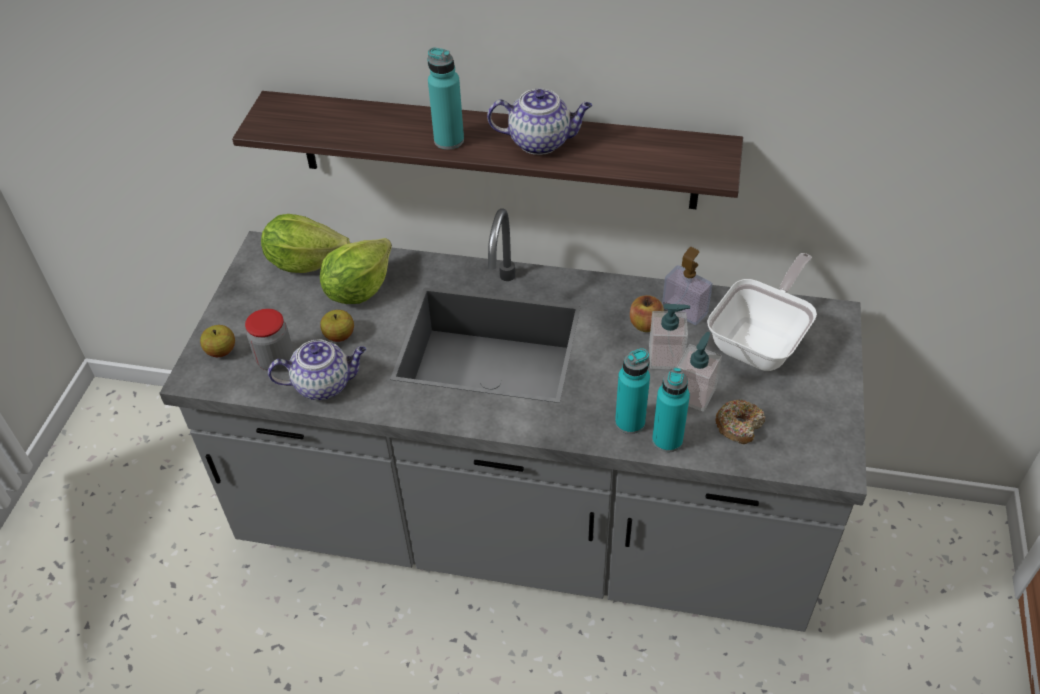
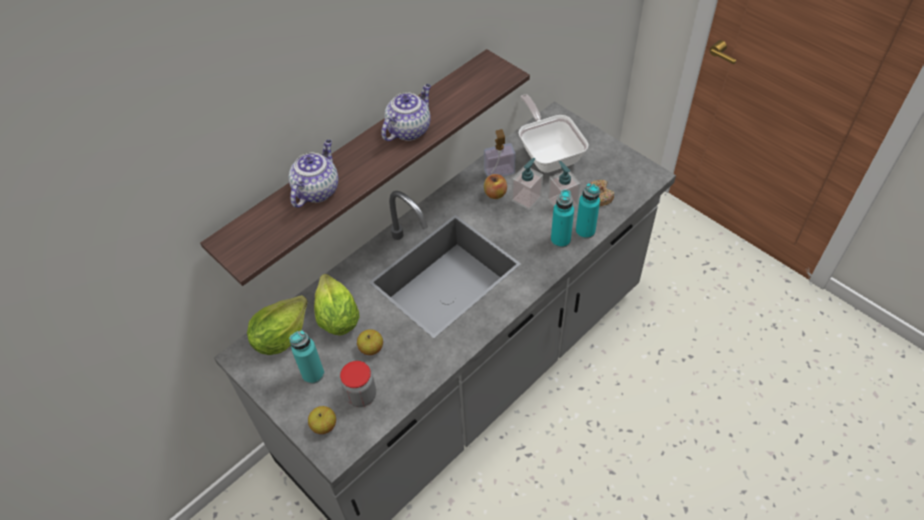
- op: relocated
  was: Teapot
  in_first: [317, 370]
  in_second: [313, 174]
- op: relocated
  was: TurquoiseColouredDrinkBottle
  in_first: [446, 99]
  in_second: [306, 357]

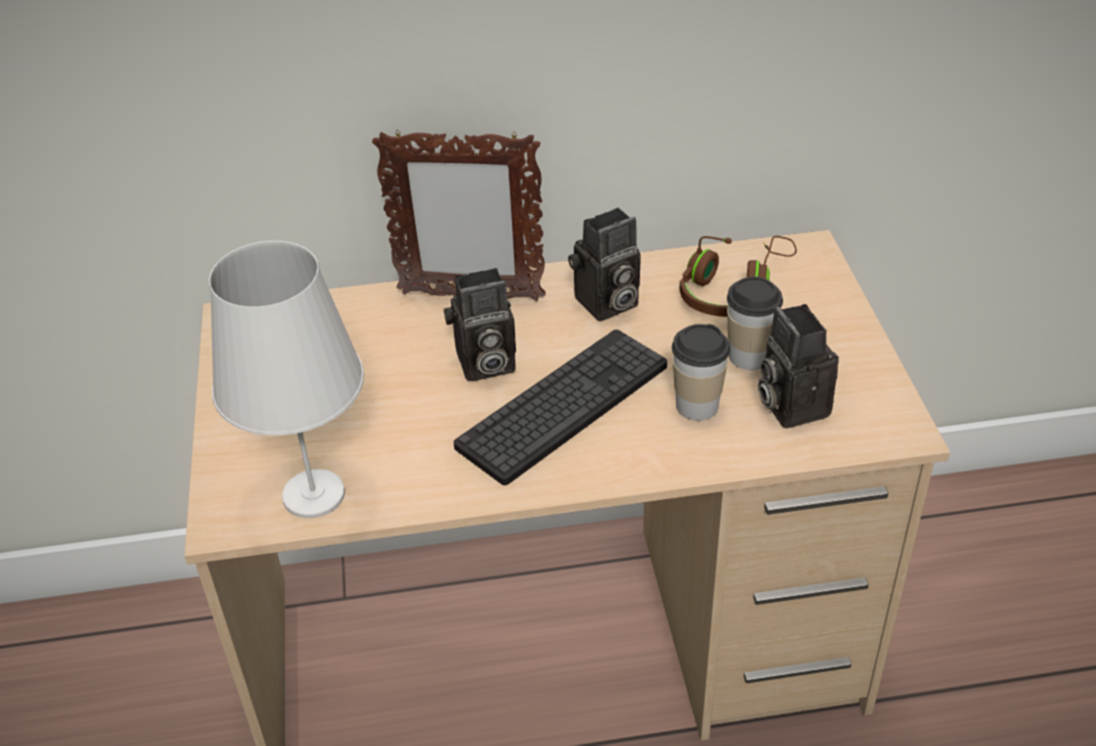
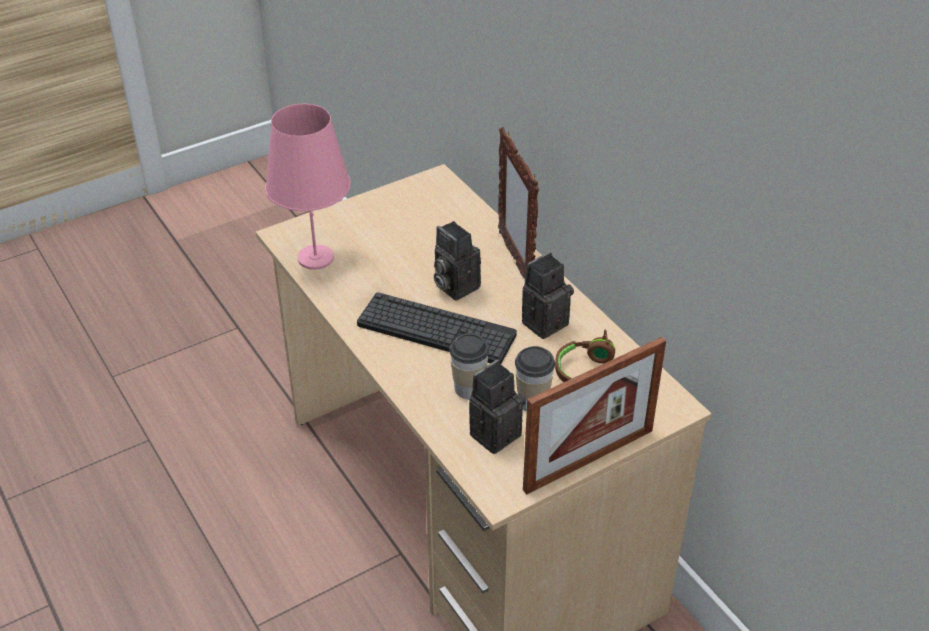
- op: colour
  was: WhitishTabletopLamp
  now: PinkColouredTabletopLamp
  in_first: [286, 379]
  in_second: [308, 187]
- op: spun
  was: PhotoCamera
  in_first: [604, 264]
  in_second: [548, 295]
  clockwise: 105
- op: appeared
  now: PictureFrame
  in_second: [594, 416]

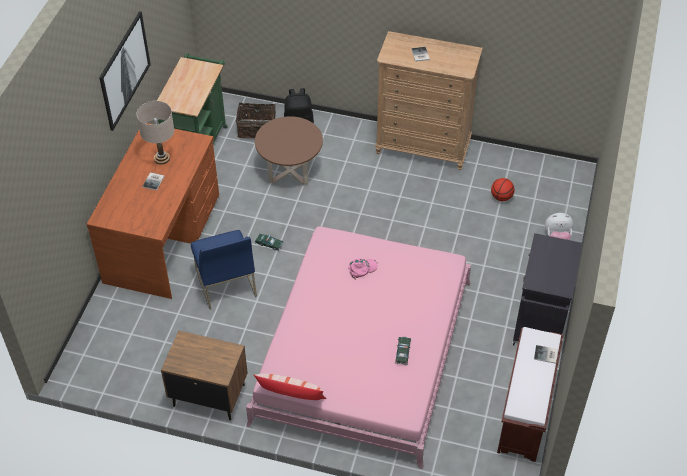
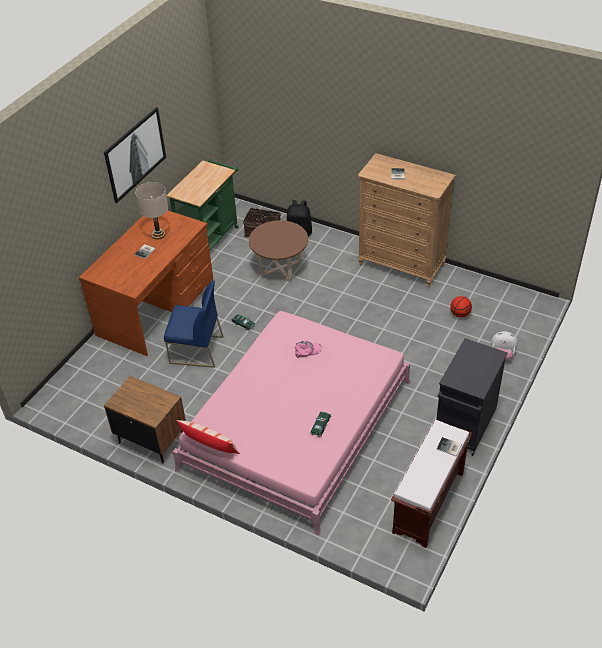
- op: spun
  was: BluishPlainChair
  in_first: [224, 270]
  in_second: [194, 324]
  clockwise: -75

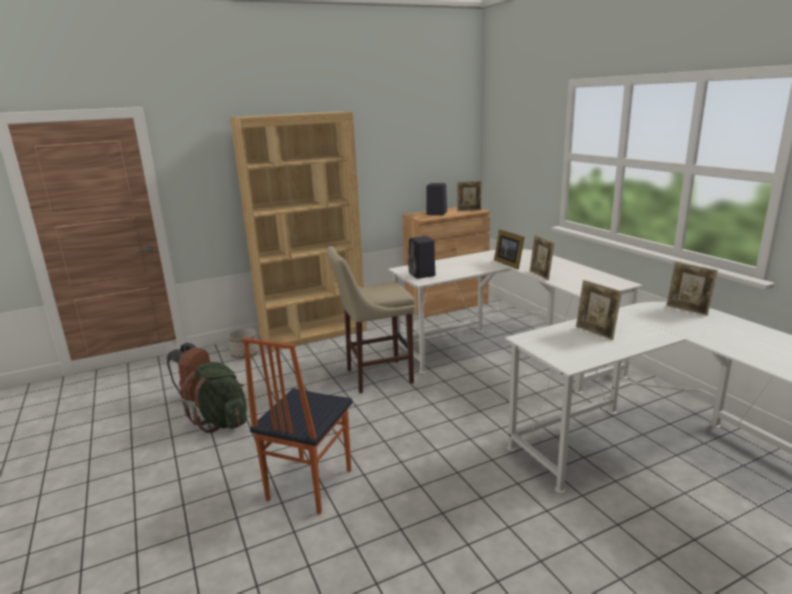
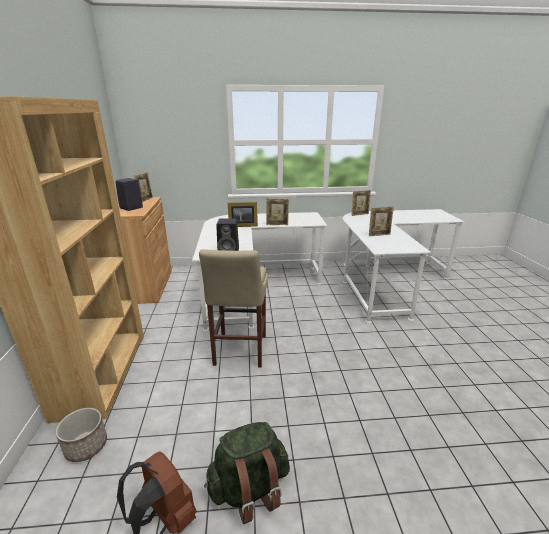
- op: missing
  was: PlainChair
  in_first: [297, 426]

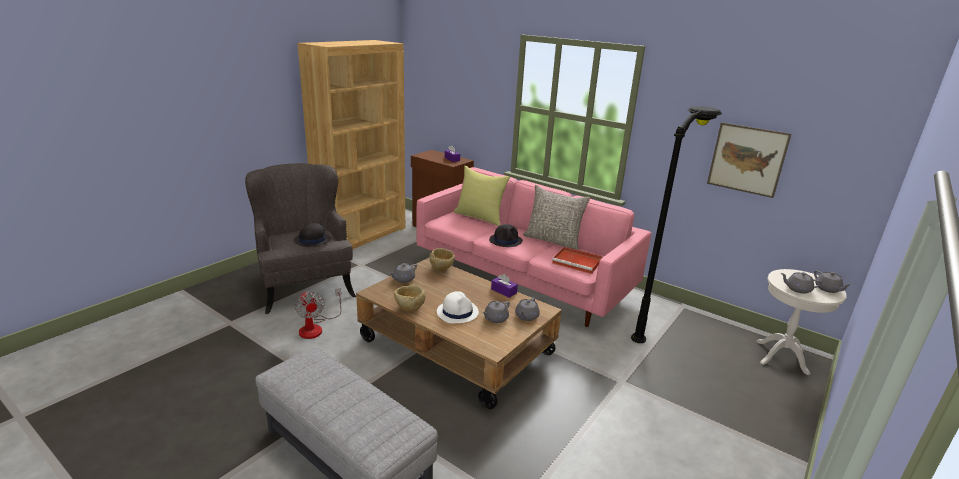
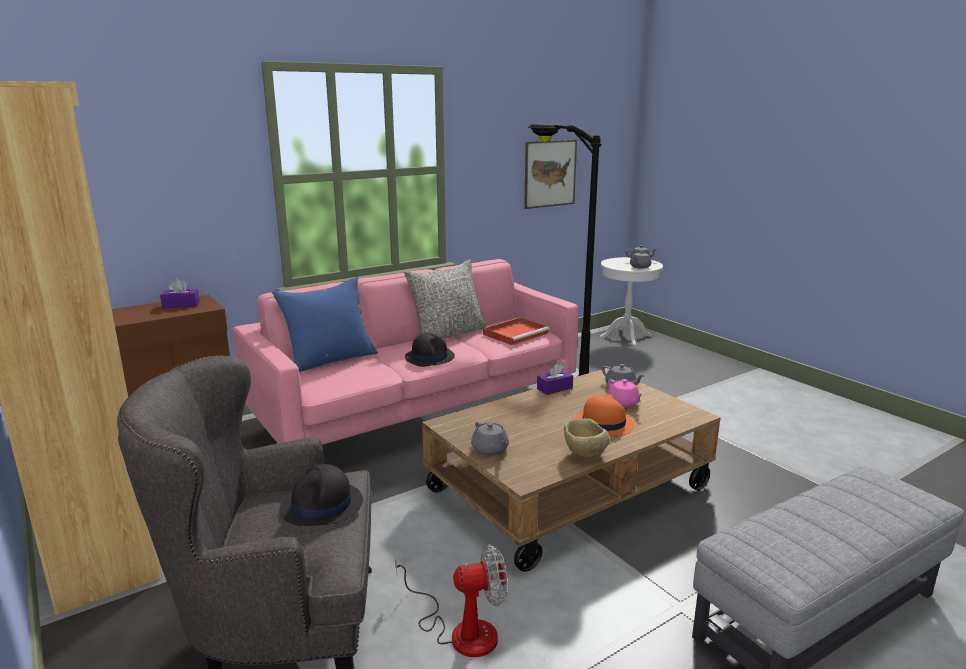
- op: missing
  was: BeigeBowl
  in_first: [442, 259]
- op: colour
  was: WhitishWearableHat
  now: OrangeyWearableHat
  in_first: [458, 307]
  in_second: [604, 415]
- op: colour
  was: YellowColouredPillow
  now: BluishPillow
  in_first: [482, 196]
  in_second: [325, 324]
- op: colour
  was: GrayTeapot
  now: PinkColouredTeapot
  in_first: [496, 312]
  in_second: [625, 393]

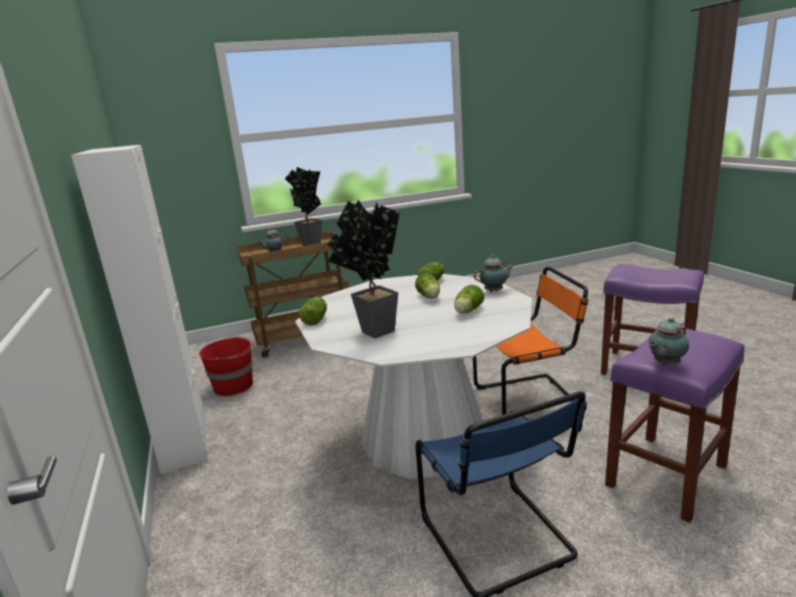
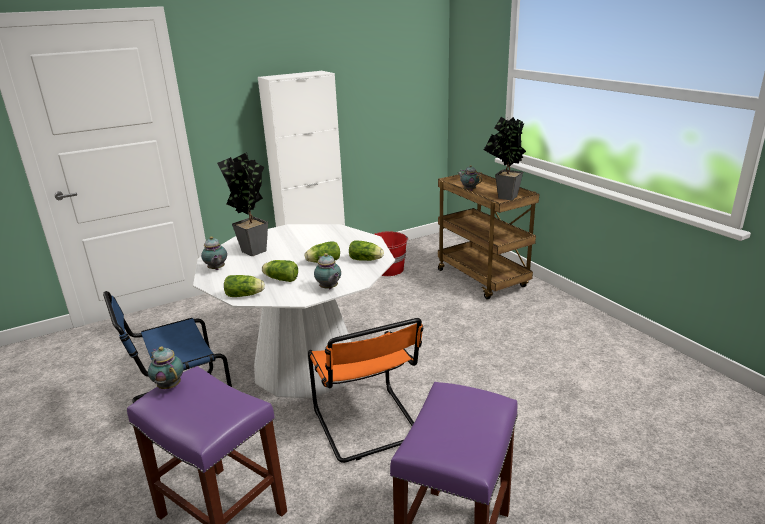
- op: relocated
  was: HeadOfLettuce
  in_first: [313, 311]
  in_second: [244, 286]
- op: appeared
  now: Teapot
  in_second: [214, 253]

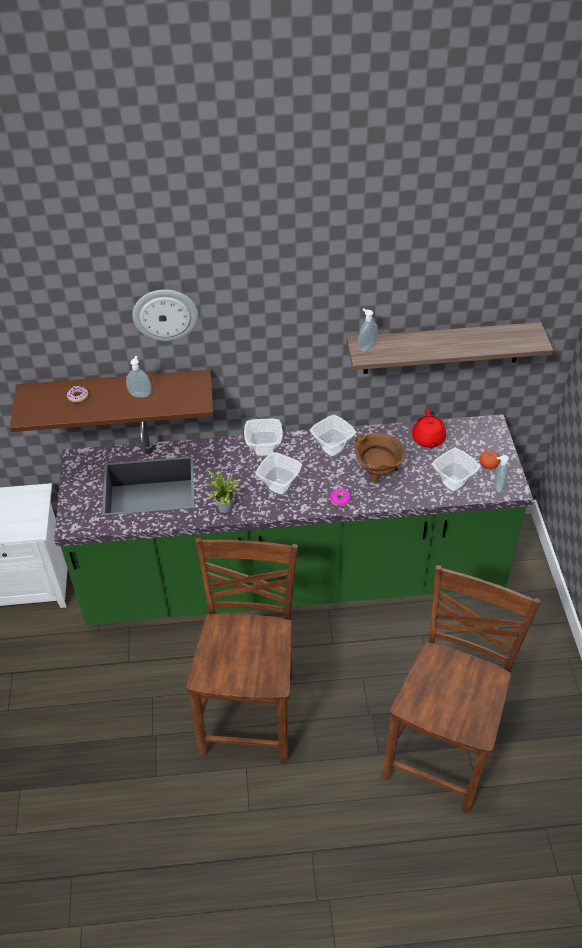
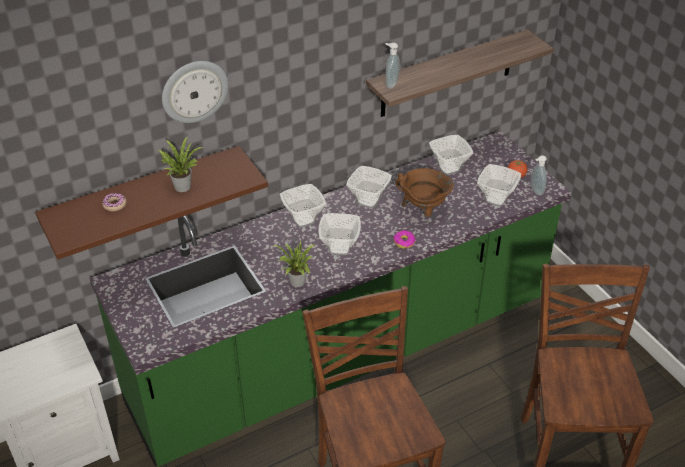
- op: exchanged
  was: LiquidSoapBottle
  now: Houseplant
  in_first: [139, 377]
  in_second: [180, 164]
- op: exchanged
  was: ReddishTeapot
  now: Bowl
  in_first: [429, 429]
  in_second: [451, 155]

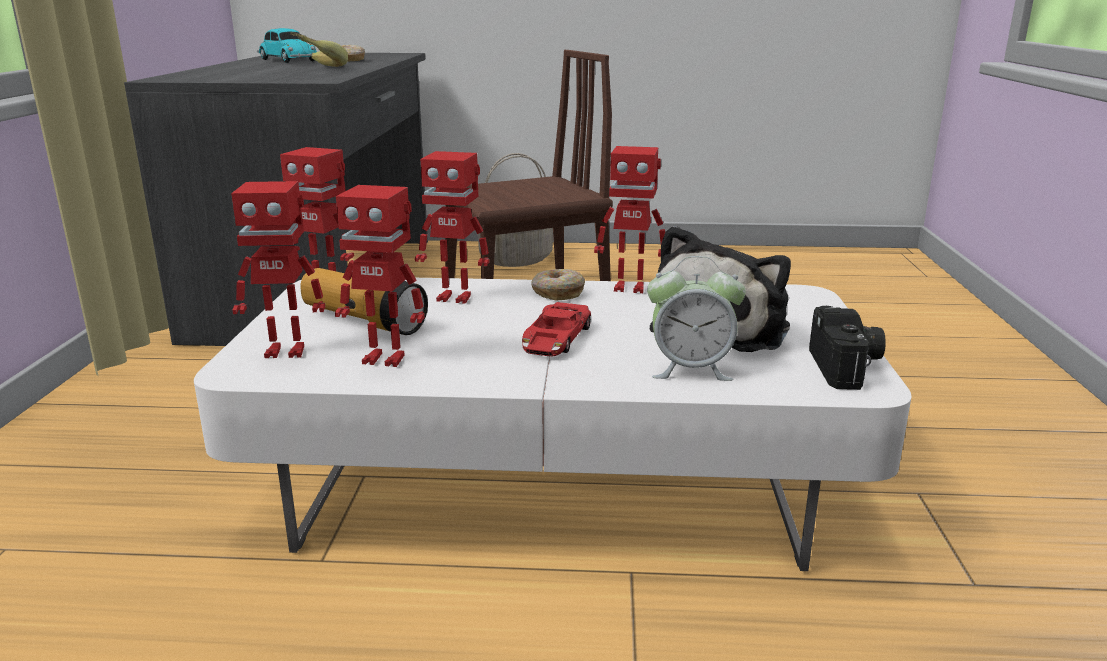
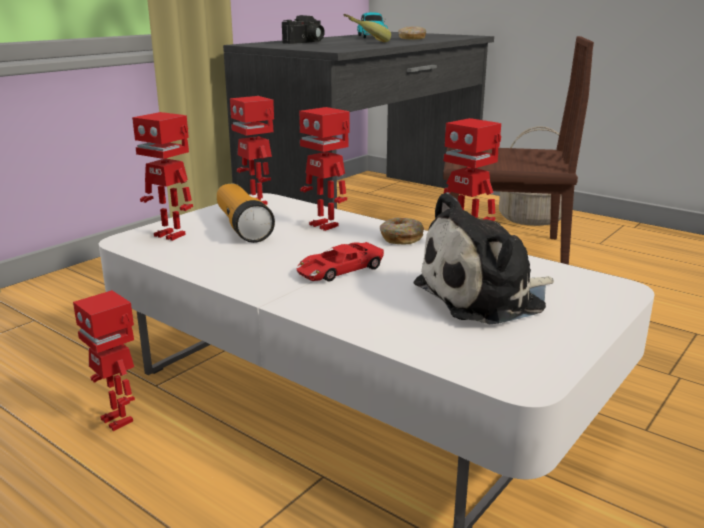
- op: relocated
  was: RobotFigure
  in_first: [380, 276]
  in_second: [104, 360]
- op: missing
  was: BedsideClock
  in_first: [696, 318]
- op: relocated
  was: PhotoCamera
  in_first: [847, 348]
  in_second: [303, 29]

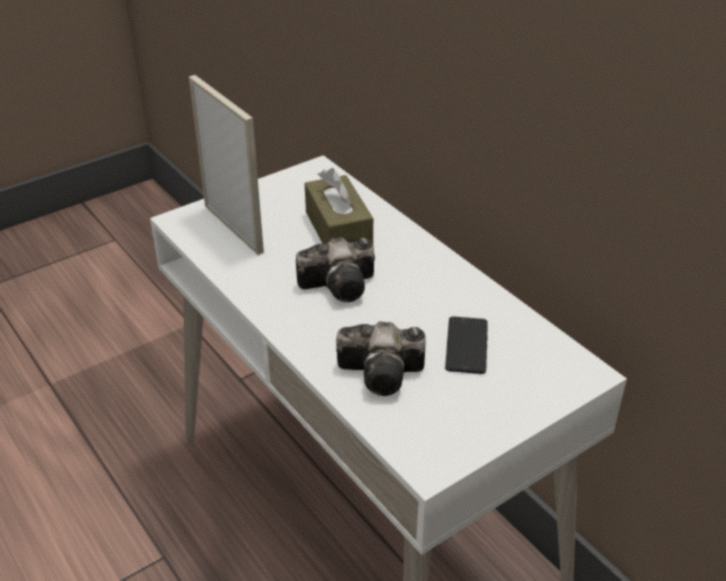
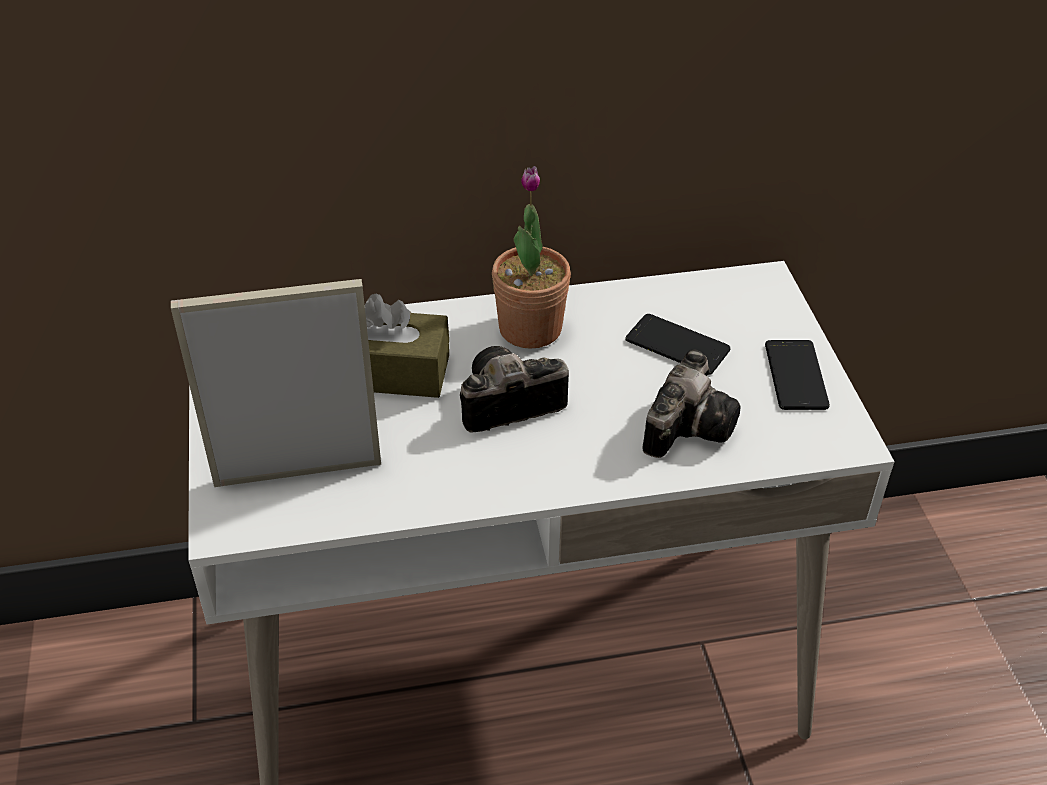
- op: spun
  was: PhotoCamera
  in_first: [335, 269]
  in_second: [514, 389]
  clockwise: -120
- op: appeared
  now: Houseplant
  in_second: [531, 257]
- op: appeared
  now: Telephone
  in_second: [797, 375]

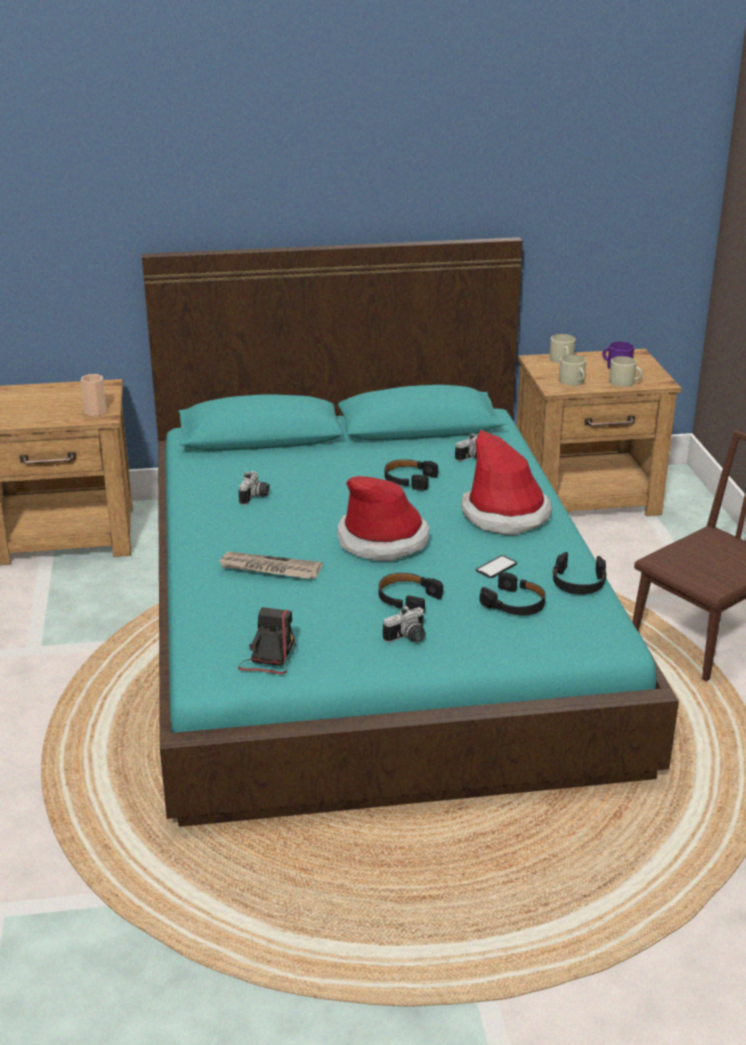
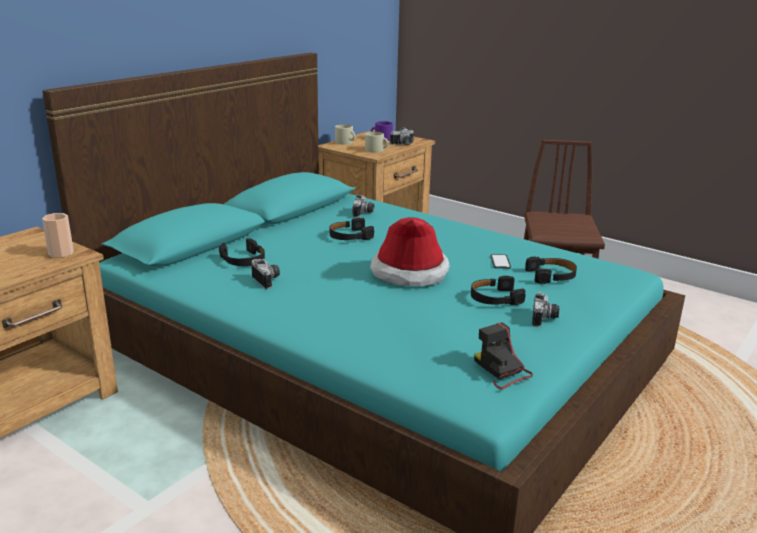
- op: missing
  was: PrintedPaper
  in_first: [270, 565]
- op: missing
  was: WearableHat
  in_first: [506, 482]
- op: relocated
  was: BlackishHeadphones
  in_first: [579, 573]
  in_second: [242, 252]
- op: exchanged
  was: BeigeTeaMug
  now: PhotoCamera
  in_first: [626, 371]
  in_second: [402, 136]

